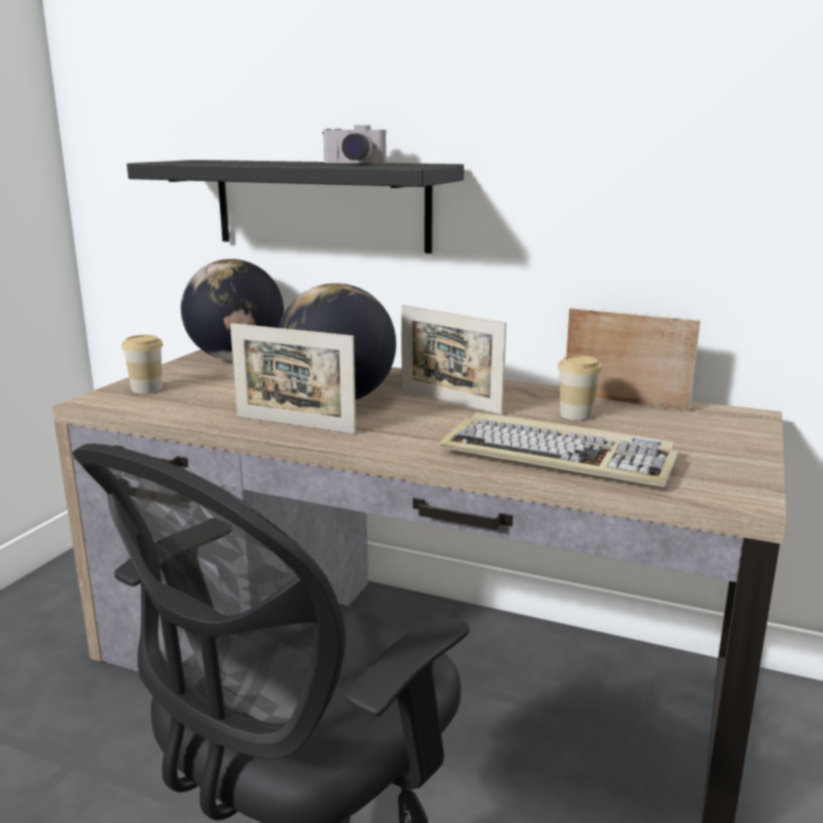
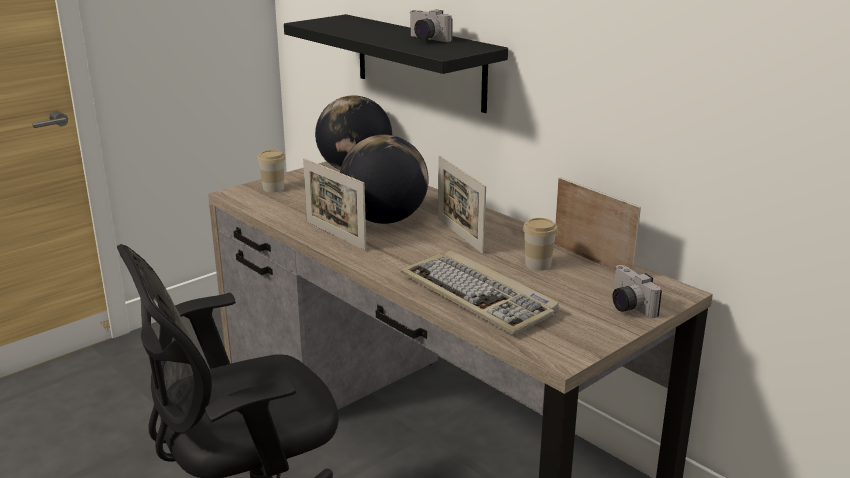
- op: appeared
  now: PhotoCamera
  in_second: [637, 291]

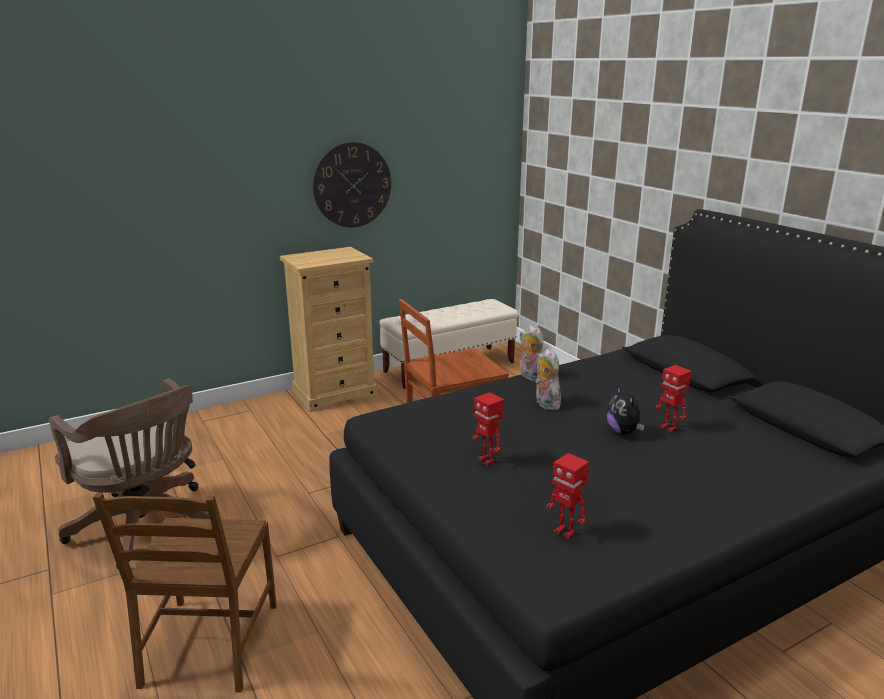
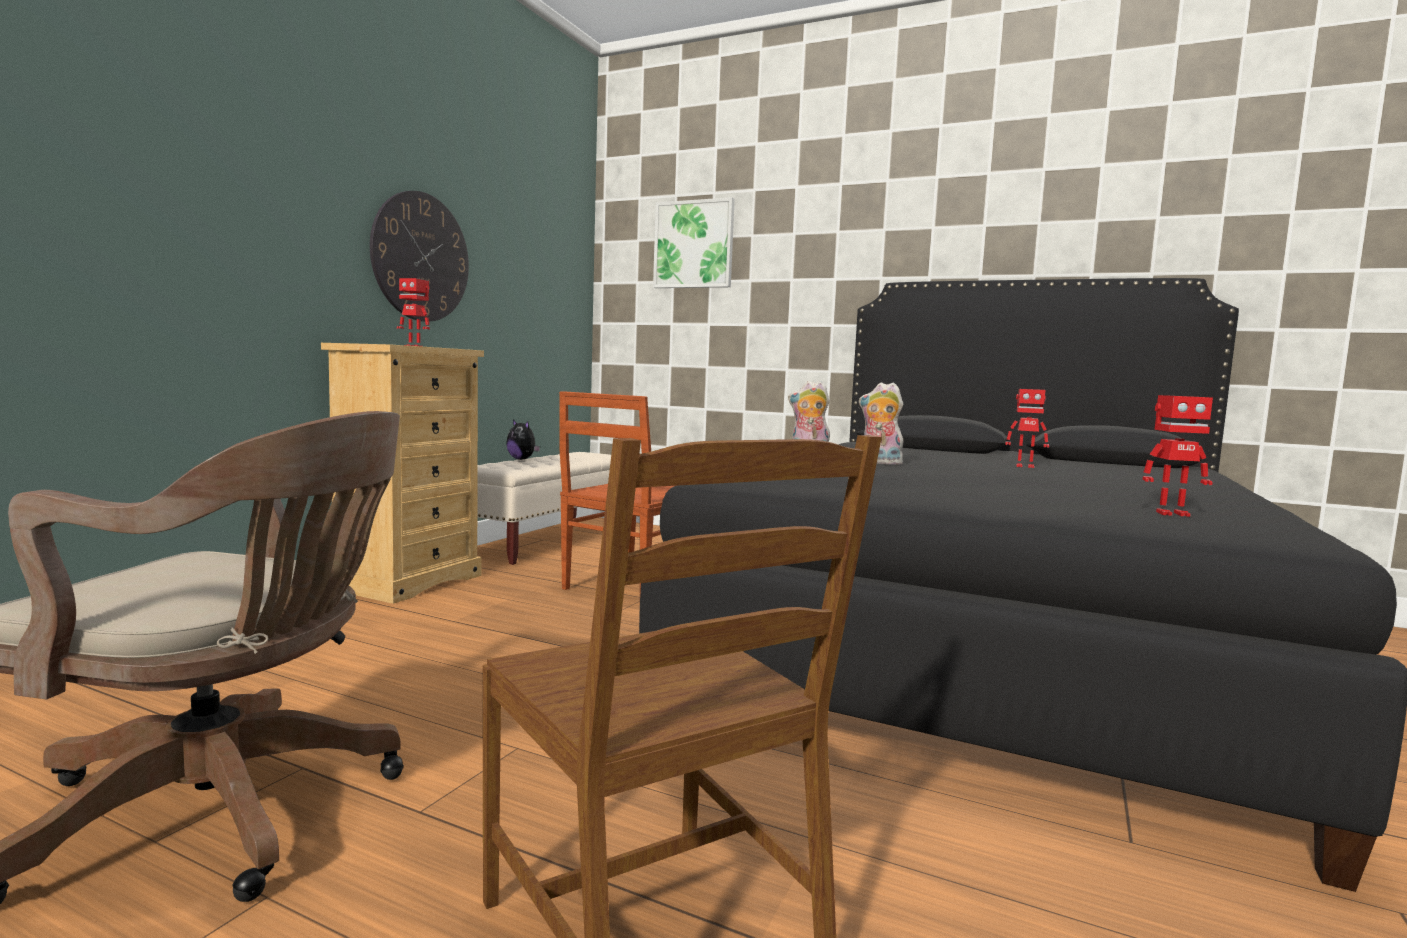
- op: relocated
  was: RobotFigure
  in_first: [488, 428]
  in_second: [413, 312]
- op: relocated
  was: CuddlyToy
  in_first: [626, 410]
  in_second: [523, 440]
- op: appeared
  now: Picture
  in_second: [694, 242]

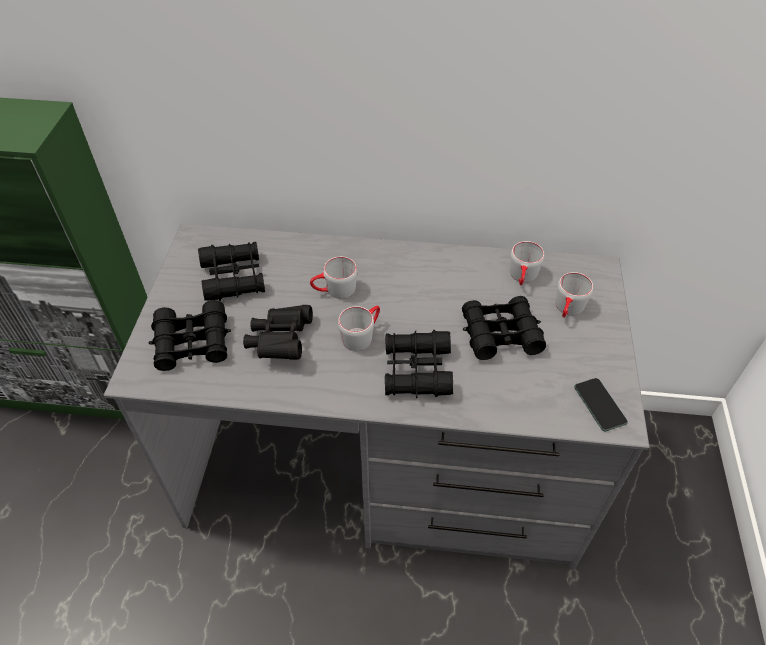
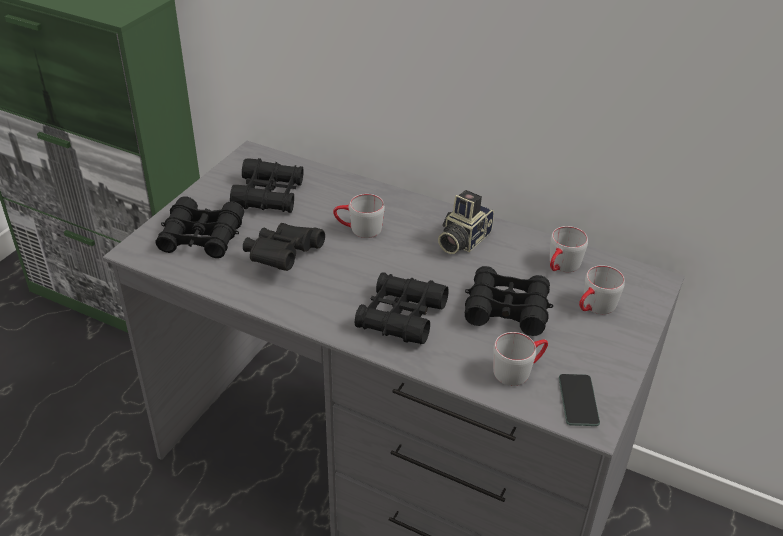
- op: relocated
  was: GrayTeaMug
  in_first: [359, 328]
  in_second: [520, 359]
- op: appeared
  now: PhotoCamera
  in_second: [466, 222]

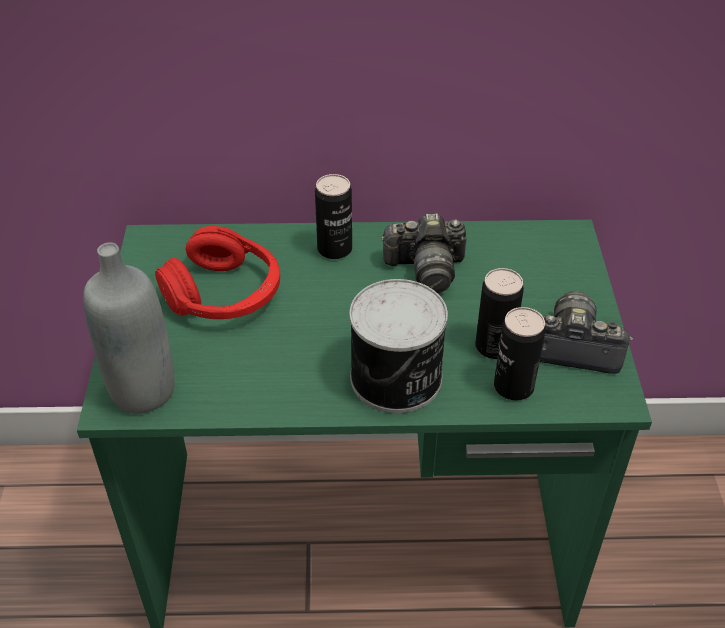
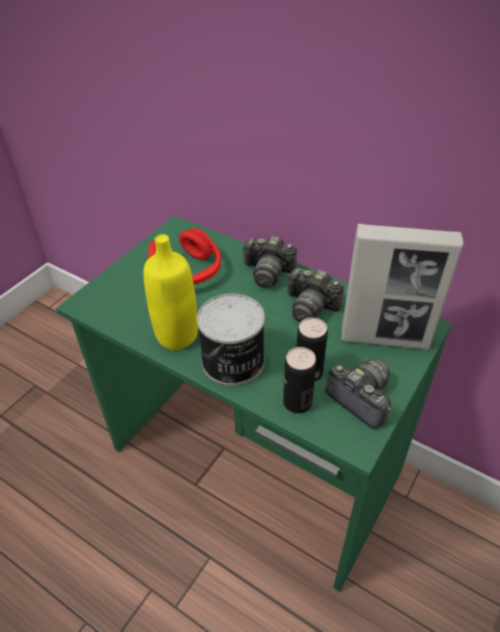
- op: missing
  was: GrayDrinkBottle
  in_first: [129, 328]
- op: exchanged
  was: Can
  now: PhotoCamera
  in_first: [333, 216]
  in_second: [269, 262]
- op: appeared
  now: YellowColouredDrinkBottle
  in_second: [170, 292]
- op: appeared
  now: PictureFrame
  in_second: [402, 287]

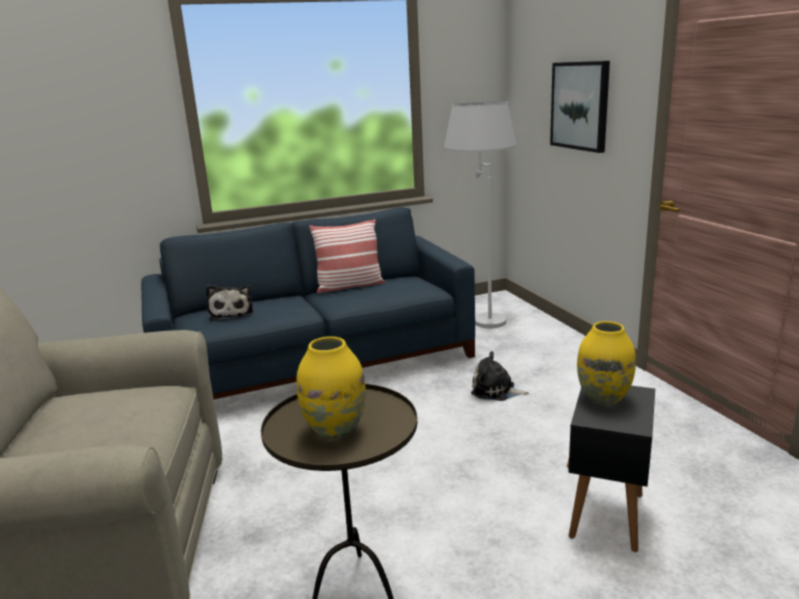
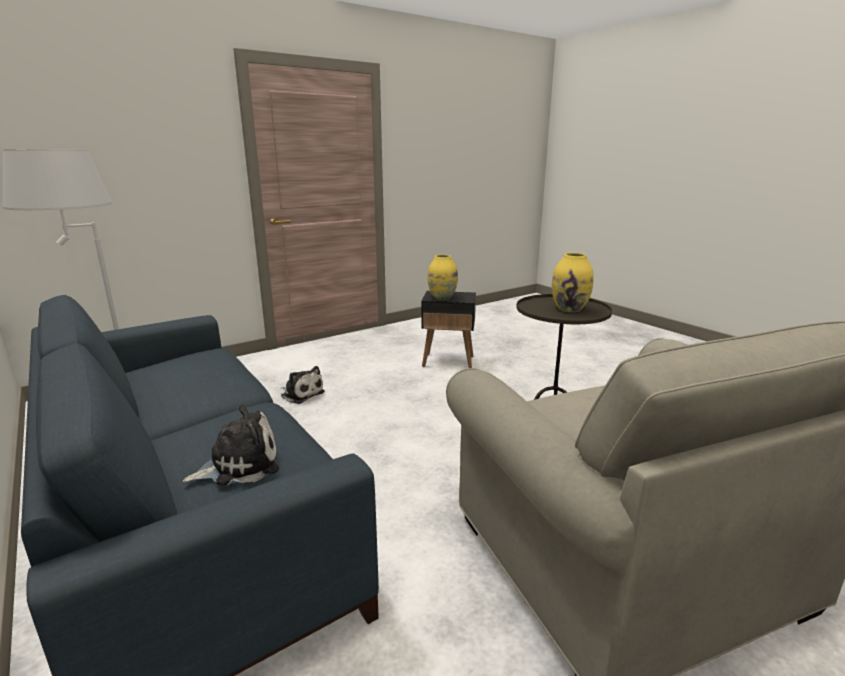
- op: missing
  was: Pillow
  in_first: [347, 256]
- op: spun
  was: CuddlyToy
  in_first: [500, 376]
  in_second: [303, 385]
  clockwise: -60
- op: missing
  was: Picture
  in_first: [580, 107]

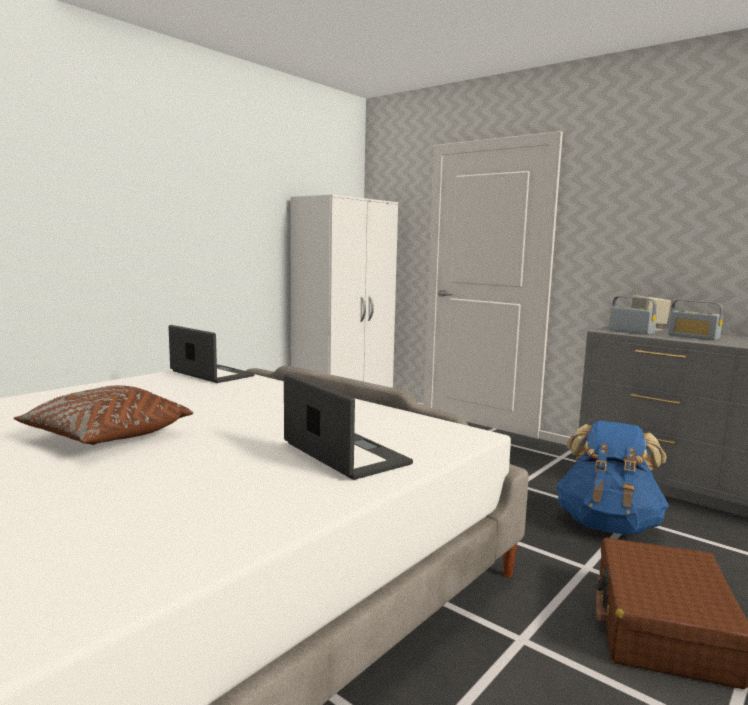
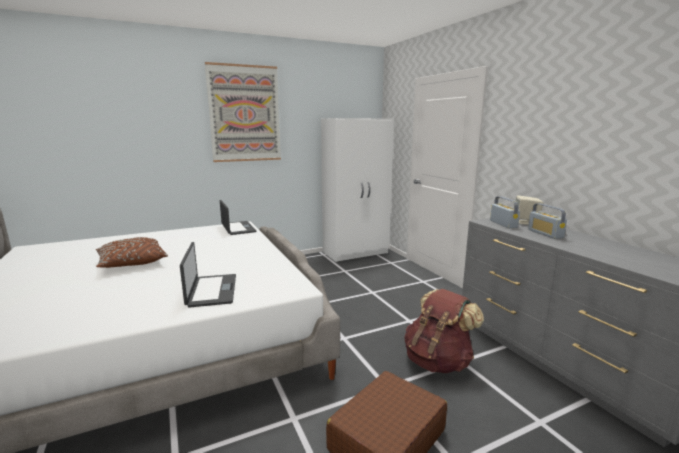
- op: colour
  was: BluishBackpack
  now: BrownColouredBackpack
  in_first: [612, 478]
  in_second: [444, 331]
- op: appeared
  now: Picture
  in_second: [243, 112]

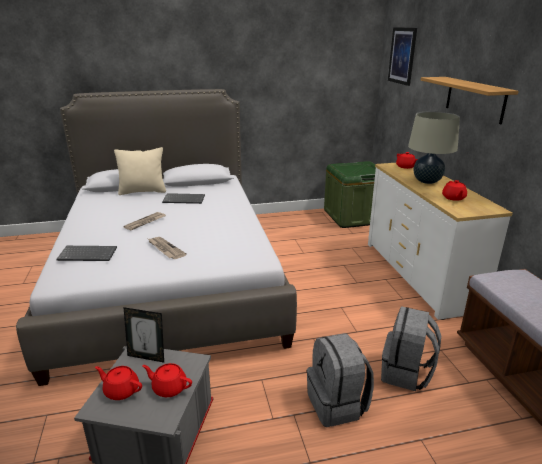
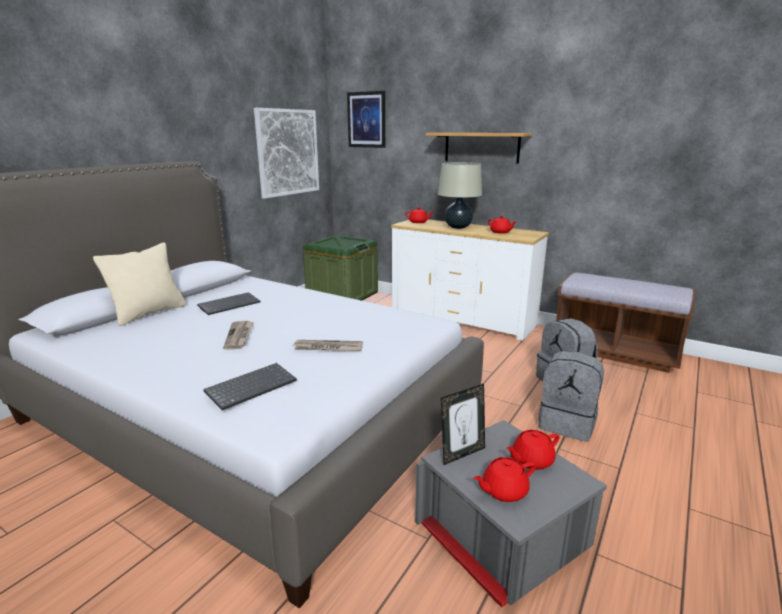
- op: appeared
  now: Picture
  in_second: [286, 153]

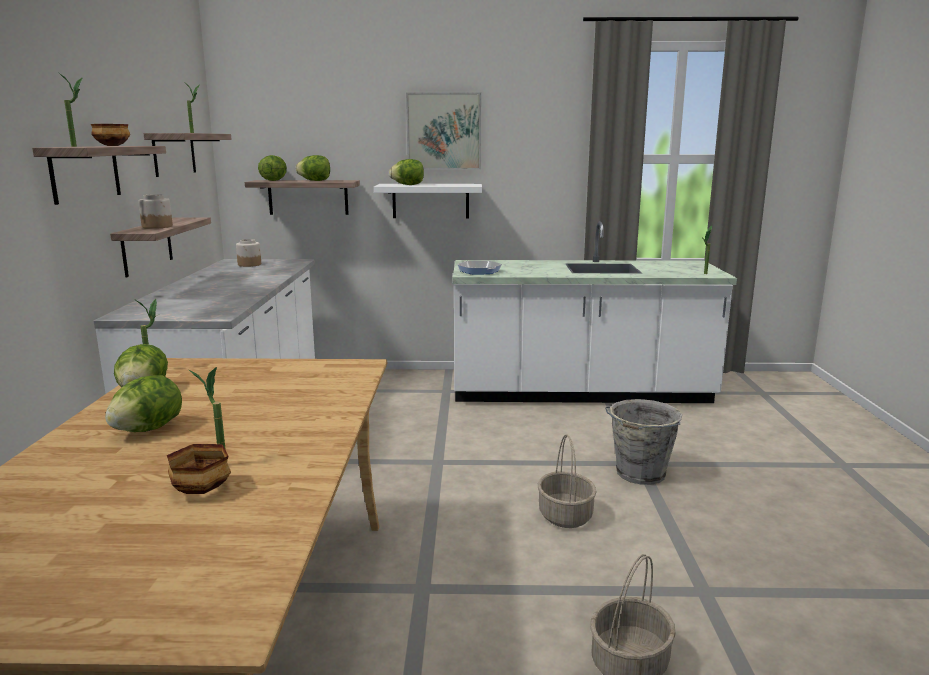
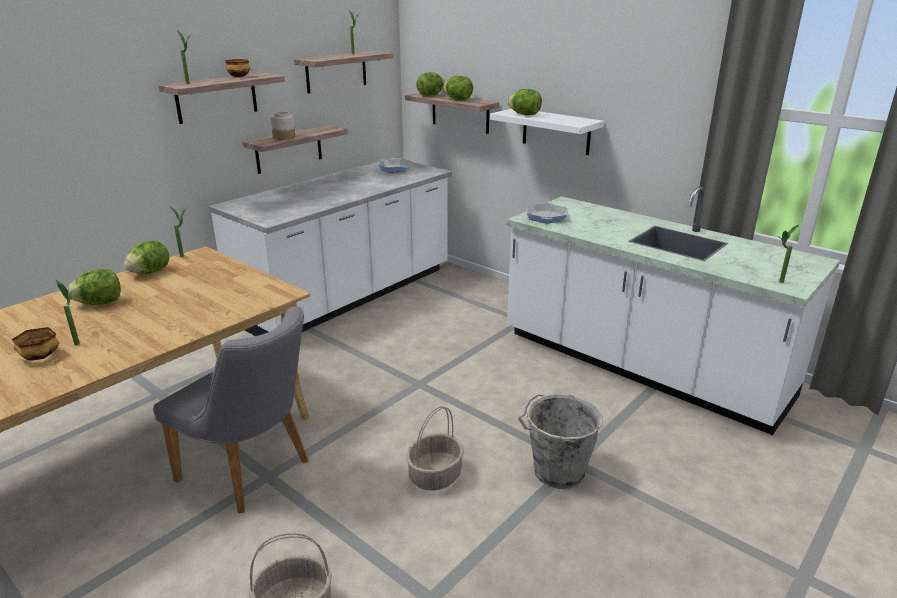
- op: exchanged
  was: PreserveJar
  now: FryingPan
  in_first: [248, 253]
  in_second: [395, 165]
- op: missing
  was: Picture
  in_first: [443, 131]
- op: appeared
  now: GrayPlainChair
  in_second: [230, 409]

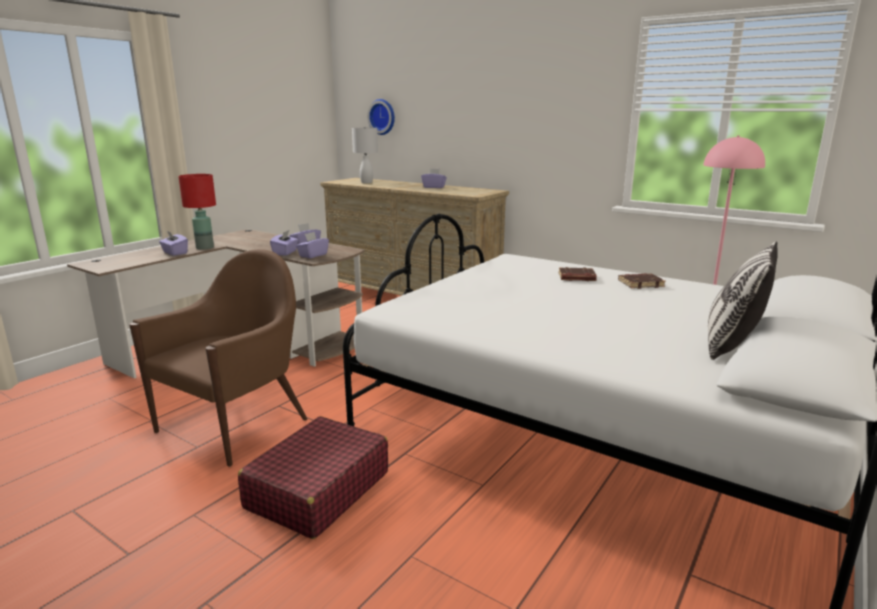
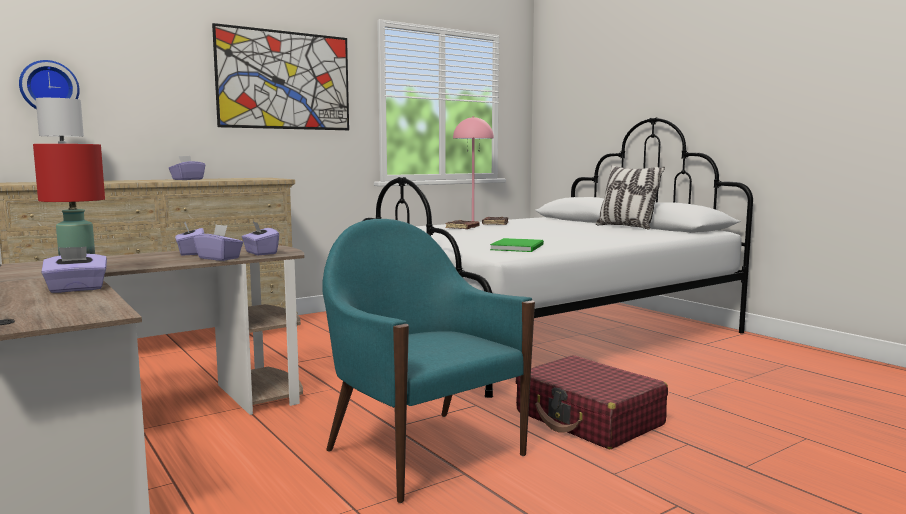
- op: colour
  was: BrownColouredLoungeChair
  now: TurquoiseColouredLoungeChair
  in_first: [218, 358]
  in_second: [428, 361]
- op: appeared
  now: Picture
  in_second: [280, 76]
- op: appeared
  now: GreenColouredVolume
  in_second: [517, 245]

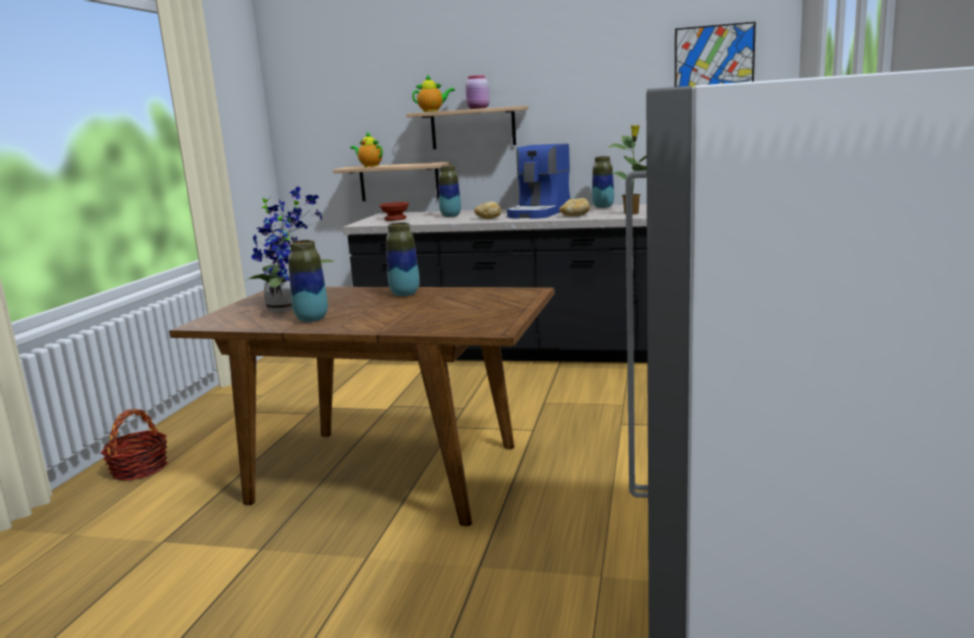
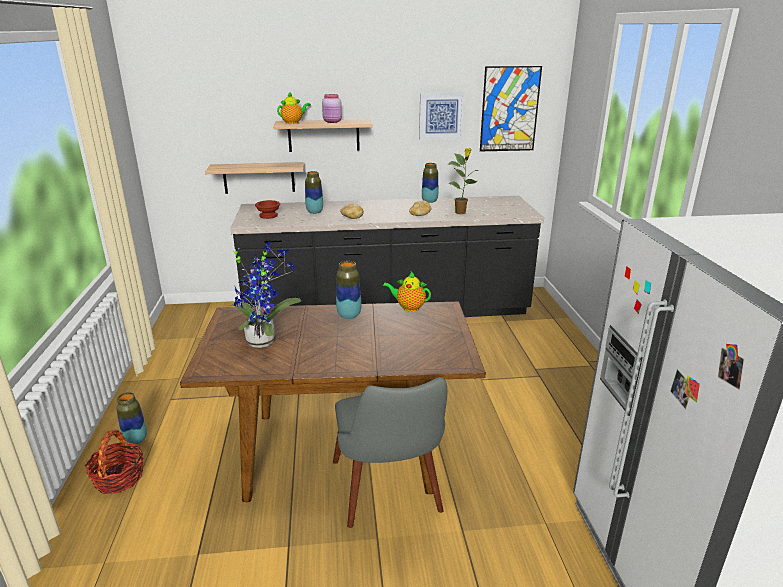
- op: relocated
  was: Vase
  in_first: [308, 281]
  in_second: [131, 418]
- op: relocated
  was: Teapot
  in_first: [366, 149]
  in_second: [407, 292]
- op: missing
  was: CoffeeMachine
  in_first: [539, 181]
- op: appeared
  now: GrayPlainChair
  in_second: [390, 452]
- op: appeared
  now: Picture
  in_second: [442, 115]

